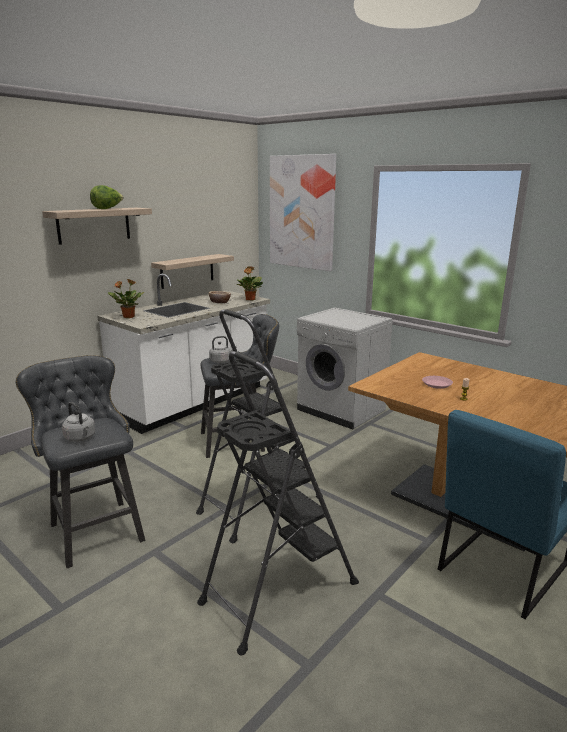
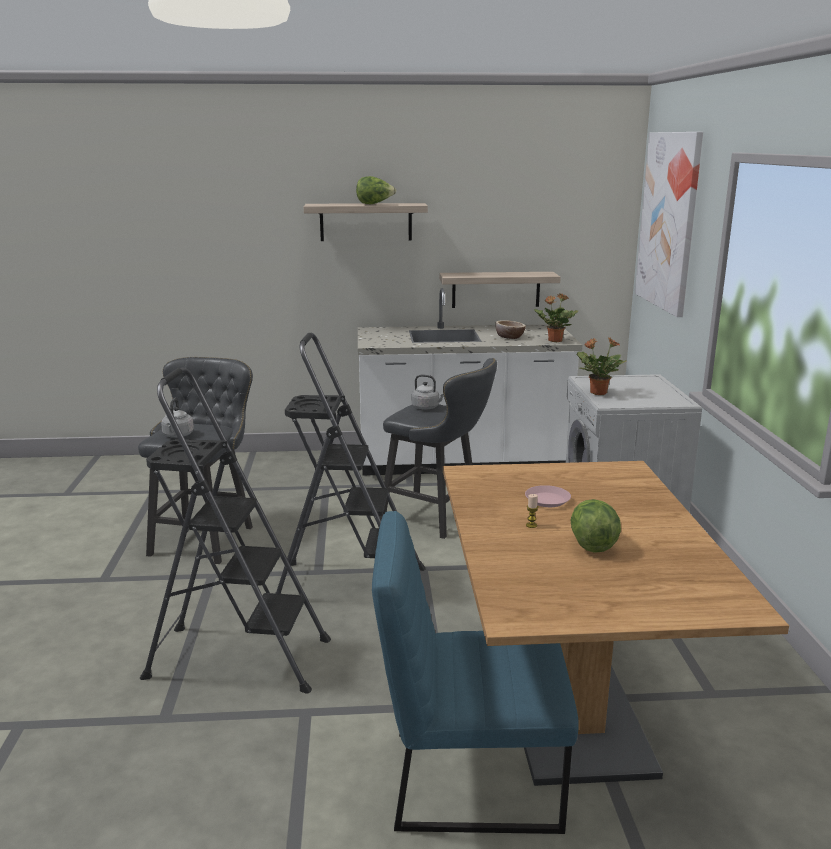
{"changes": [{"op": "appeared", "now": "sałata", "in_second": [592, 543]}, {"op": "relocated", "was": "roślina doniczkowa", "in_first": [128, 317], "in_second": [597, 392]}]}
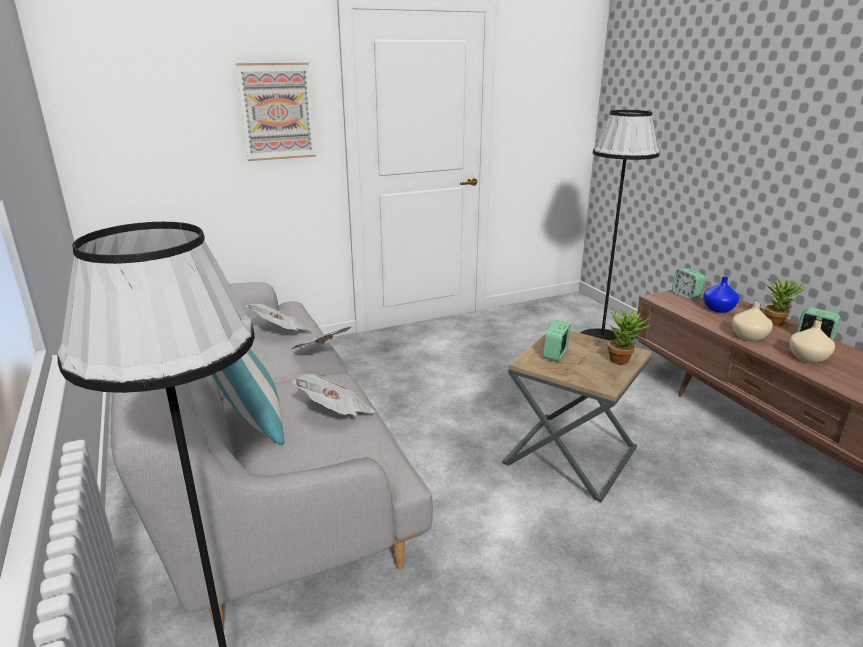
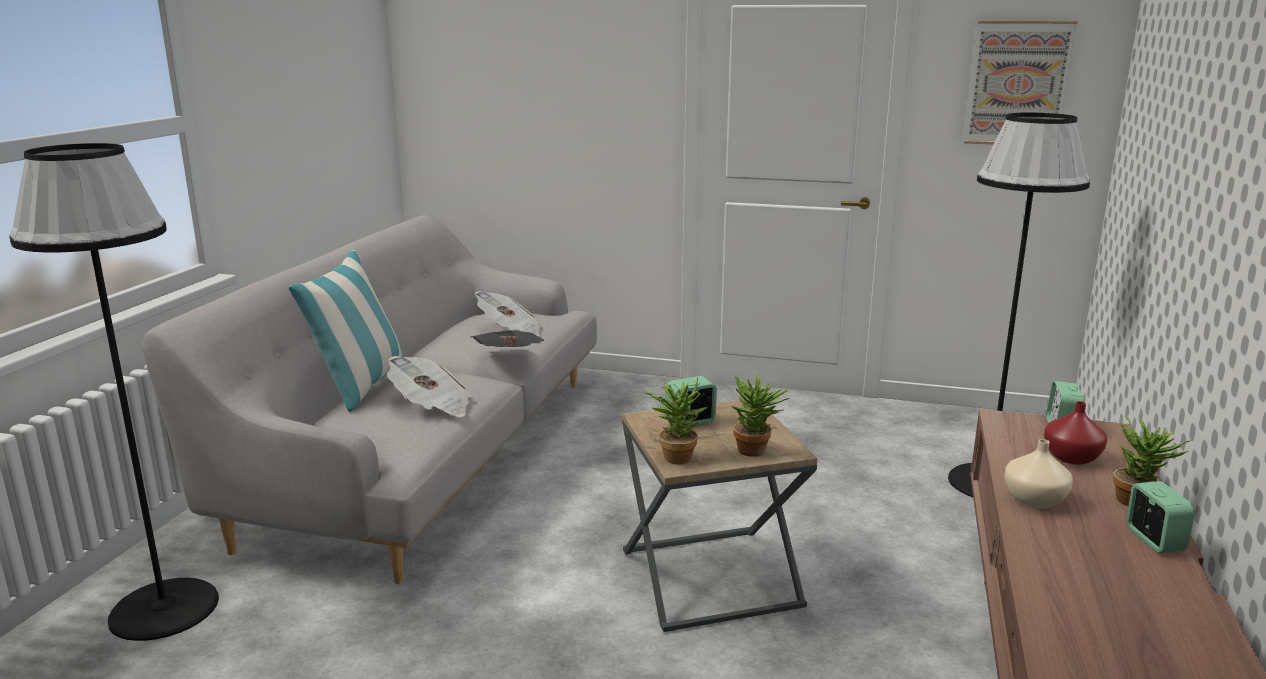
{"changes": [{"op": "missing", "was": "wazon/beżowy", "in_first": [808, 358]}, {"op": "appeared", "now": "roślina doniczkowa", "in_second": [675, 455]}, {"op": "relocated", "was": "obraz", "in_first": [277, 111], "in_second": [1018, 83]}, {"op": "colour", "was": "wazon/niebieski", "now": "wazon/czerwony", "in_first": [719, 309], "in_second": [1072, 458]}]}
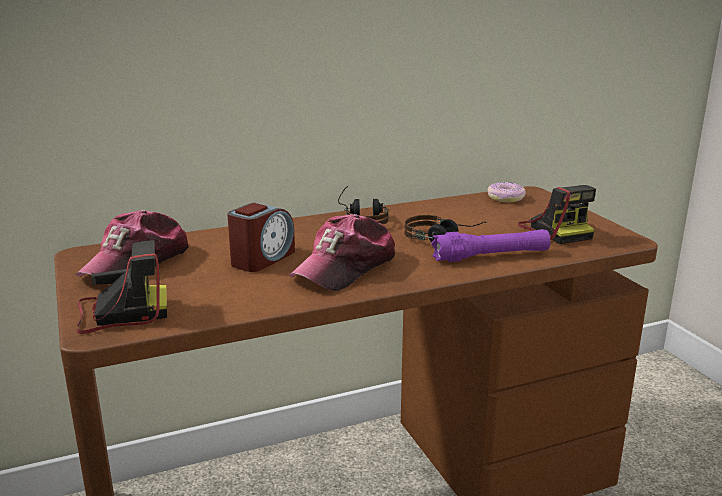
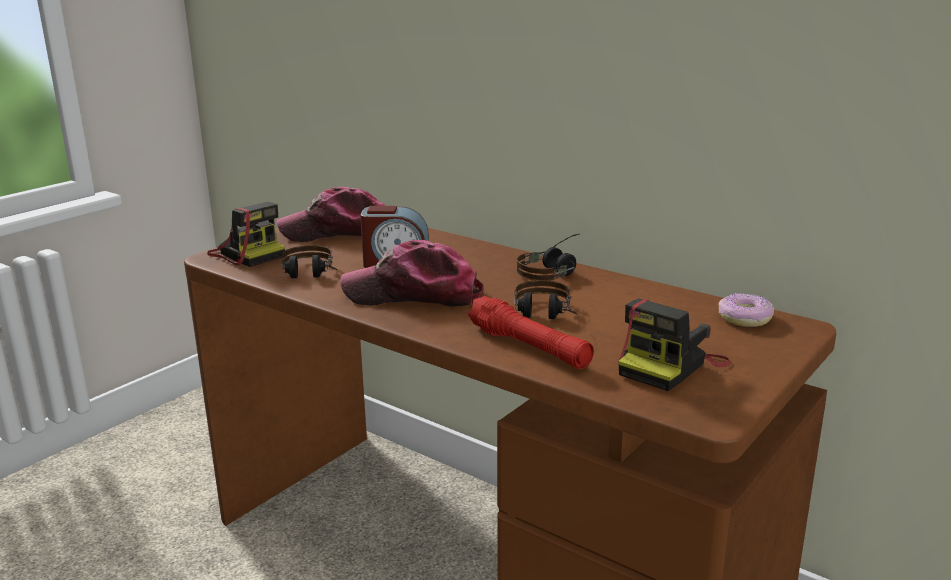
{"changes": [{"op": "appeared", "now": "słuchawki", "in_second": [310, 276]}, {"op": "colour", "was": "latarka/fioletowy", "now": "latarka/czerwony", "in_first": [491, 256], "in_second": [529, 347]}]}
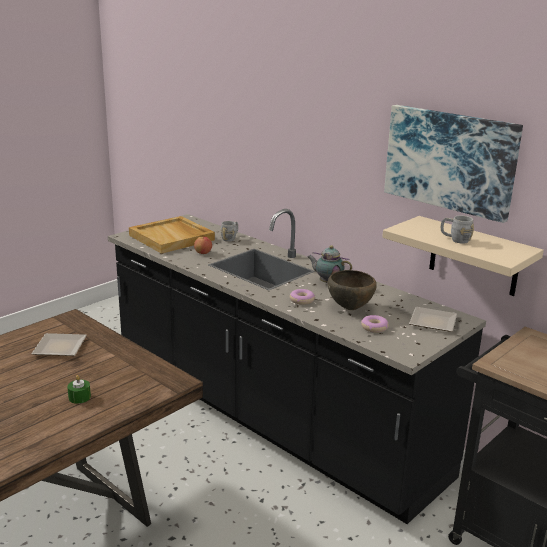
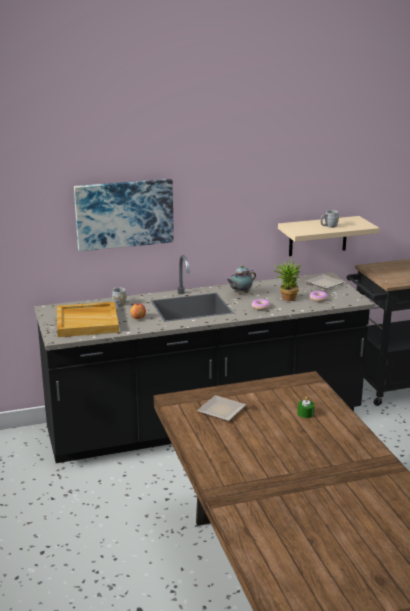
{"changes": [{"op": "relocated", "was": "obraz", "in_first": [450, 160], "in_second": [124, 213]}, {"op": "exchanged", "was": "miska/brązowy", "now": "roślina doniczkowa", "in_first": [350, 308], "in_second": [286, 298]}]}
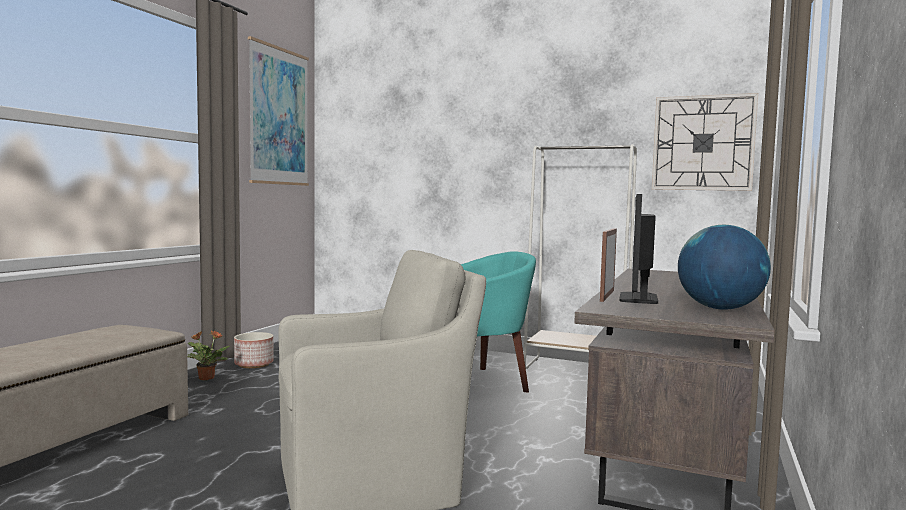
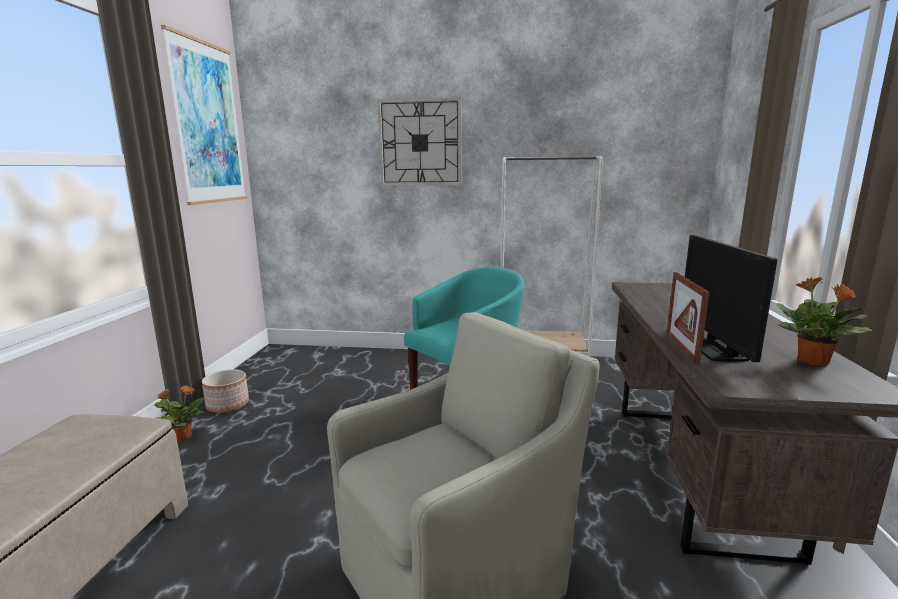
{"changes": [{"op": "relocated", "was": "zegar ścienny", "in_first": [703, 143], "in_second": [420, 143]}, {"op": "exchanged", "was": "globus", "now": "roślina doniczkowa", "in_first": [719, 308], "in_second": [813, 362]}]}
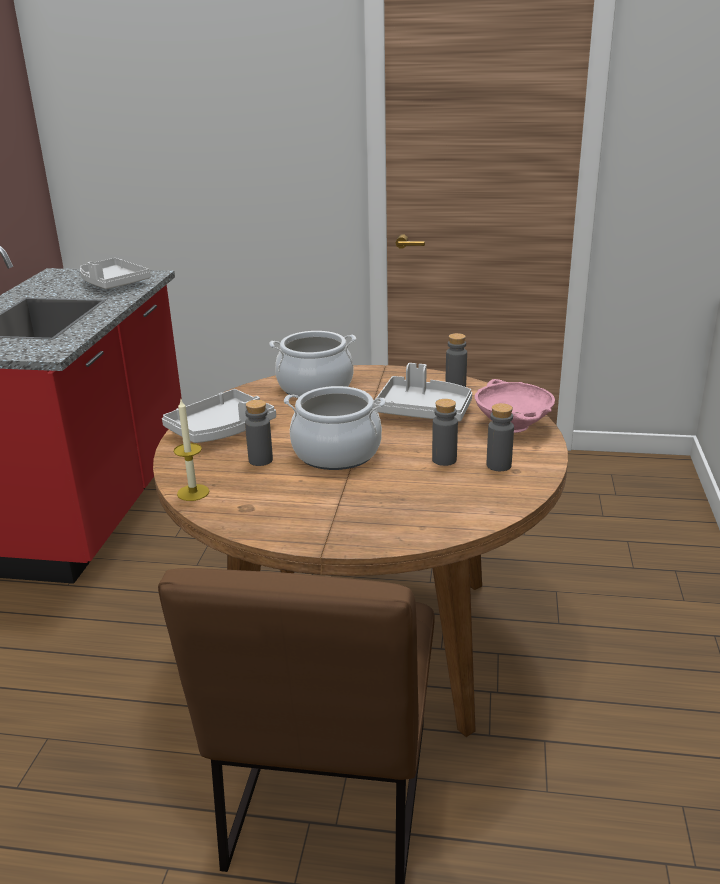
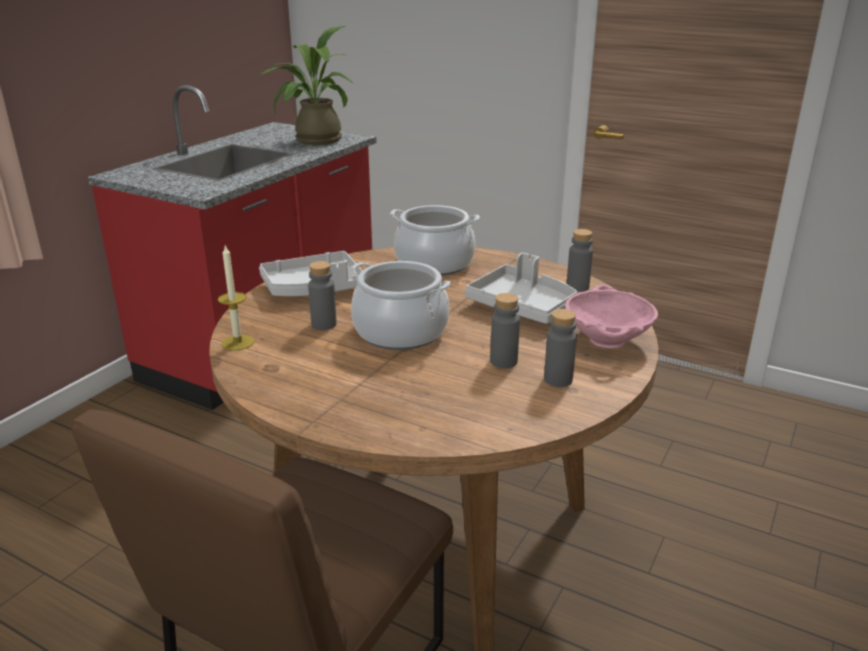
{"changes": [{"op": "exchanged", "was": "taca/szary", "now": "roślina doniczkowa", "in_first": [112, 283], "in_second": [313, 141]}]}
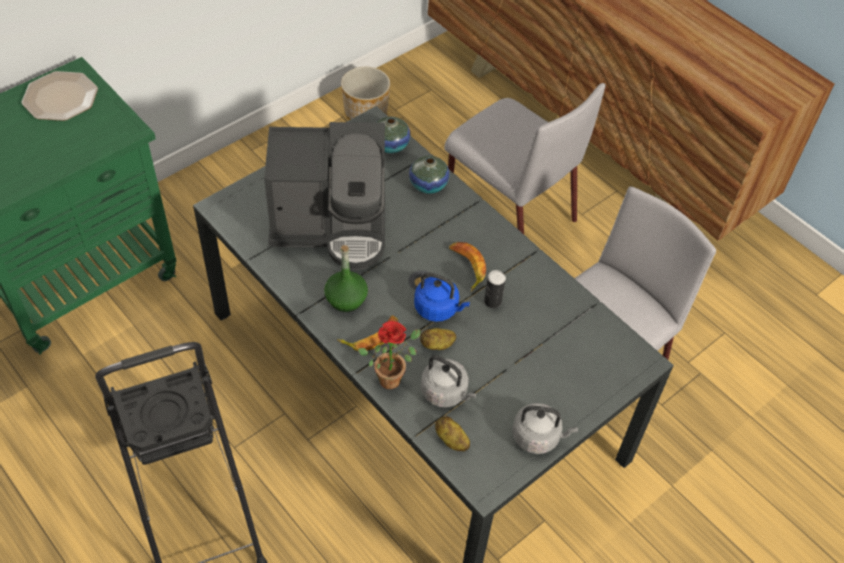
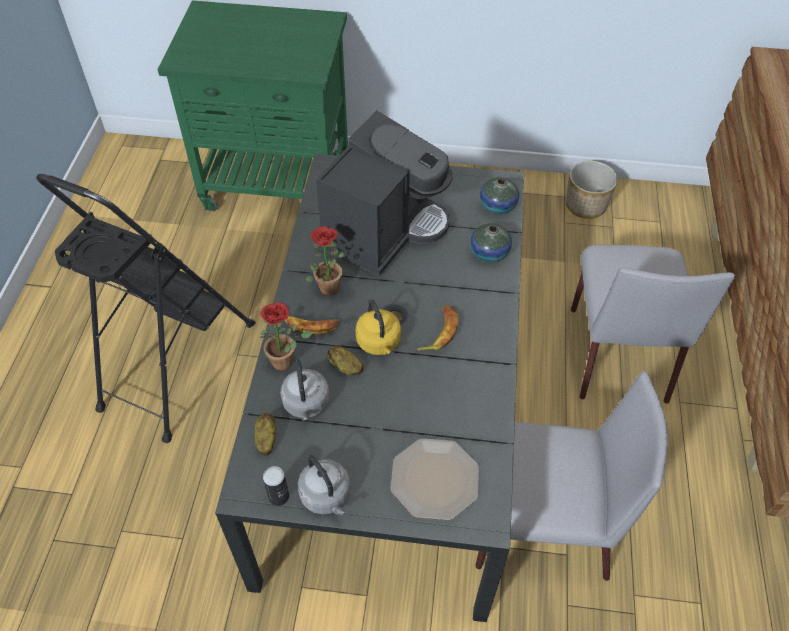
{"changes": [{"op": "relocated", "was": "talerz", "in_first": [61, 97], "in_second": [435, 480]}, {"op": "relocated", "was": "puszka", "in_first": [492, 301], "in_second": [278, 496]}, {"op": "exchanged", "was": "butelka/zielony", "now": "roślina doniczkowa", "in_first": [346, 299], "in_second": [327, 285]}, {"op": "colour", "was": "czajnik/niebieski", "now": "czajnik/żółty", "in_first": [438, 309], "in_second": [379, 343]}, {"op": "spun", "was": "ekspres do kawy", "in_first": [332, 225], "in_second": [383, 230], "clockwise": -105}]}
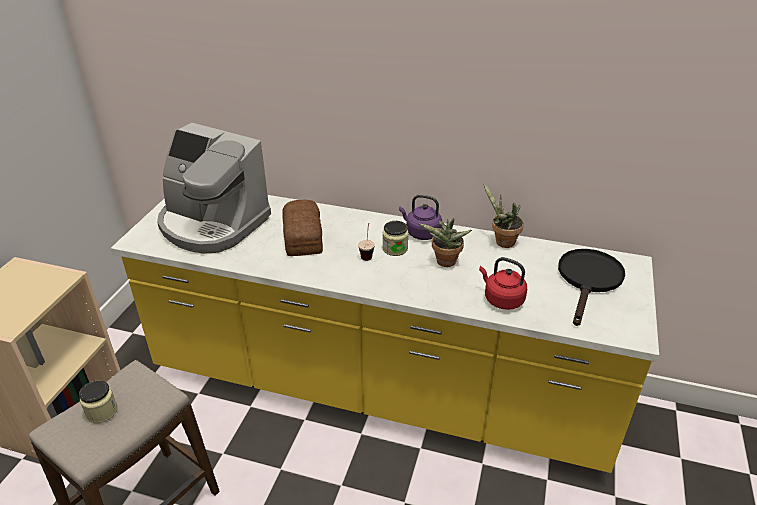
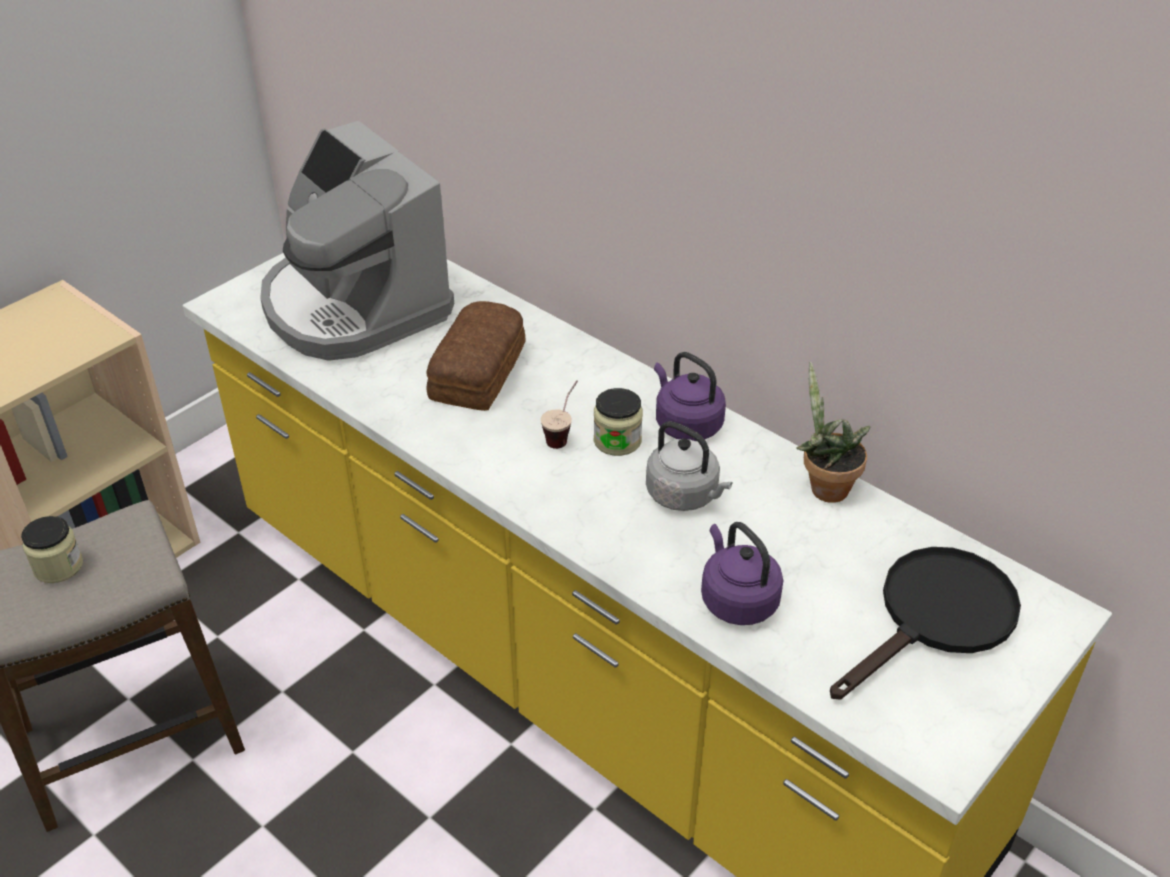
{"changes": [{"op": "exchanged", "was": "roślina doniczkowa", "now": "czajnik/szary", "in_first": [444, 263], "in_second": [685, 495]}, {"op": "colour", "was": "czajnik/czerwony", "now": "czajnik/fioletowy", "in_first": [501, 299], "in_second": [736, 599]}]}
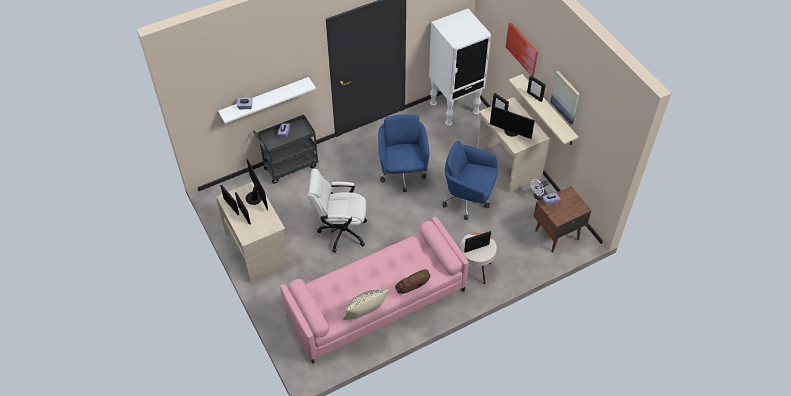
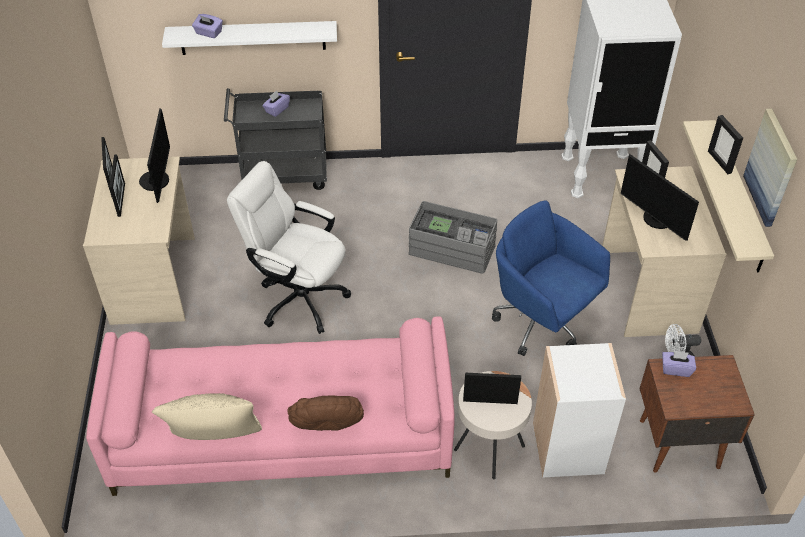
{"changes": [{"op": "missing", "was": "obraz", "in_first": [522, 48]}, {"op": "appeared", "now": "regał", "in_second": [567, 448]}, {"op": "exchanged", "was": "krzesło biurowe/niebieski", "now": "pojemnik do przechowywania/szary", "in_first": [402, 176], "in_second": [452, 248]}]}
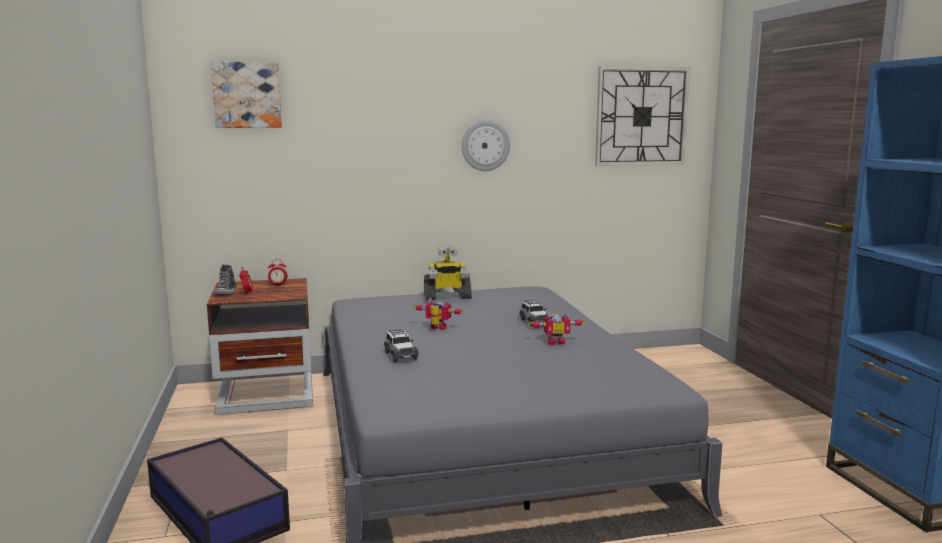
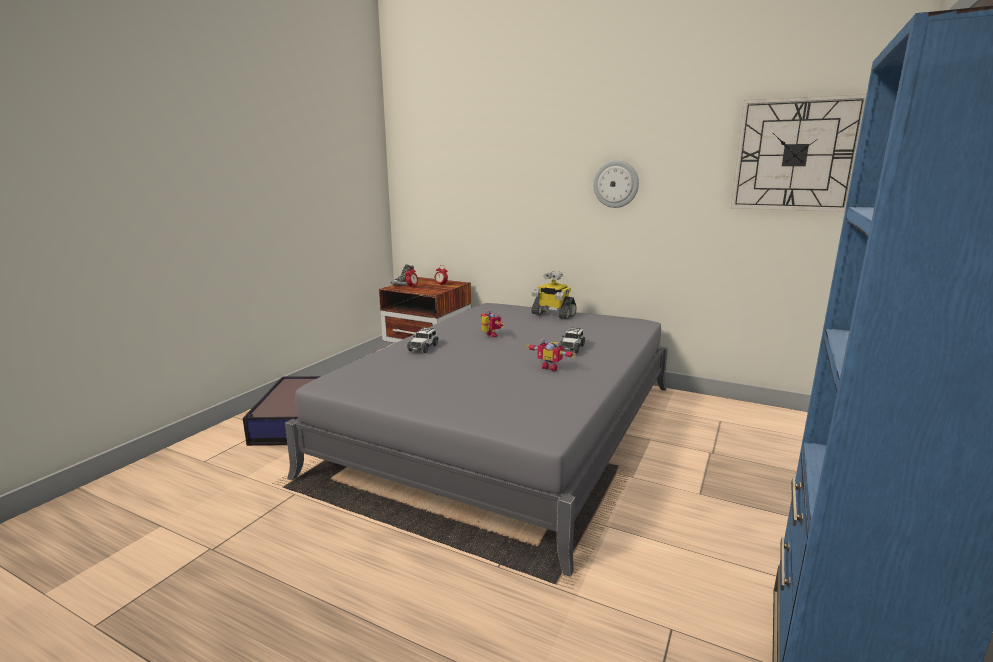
{"changes": [{"op": "missing", "was": "obraz", "in_first": [247, 95]}]}
